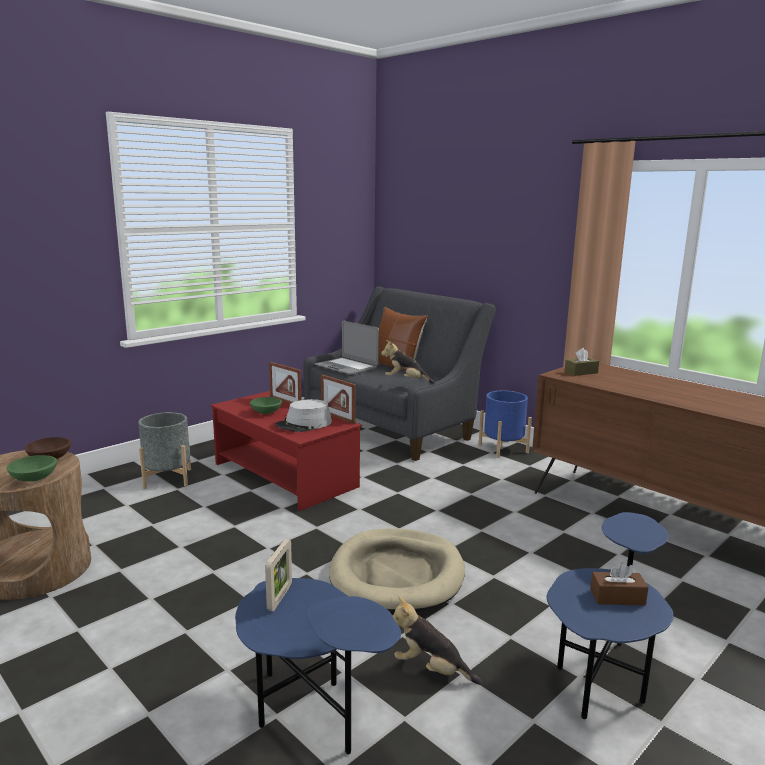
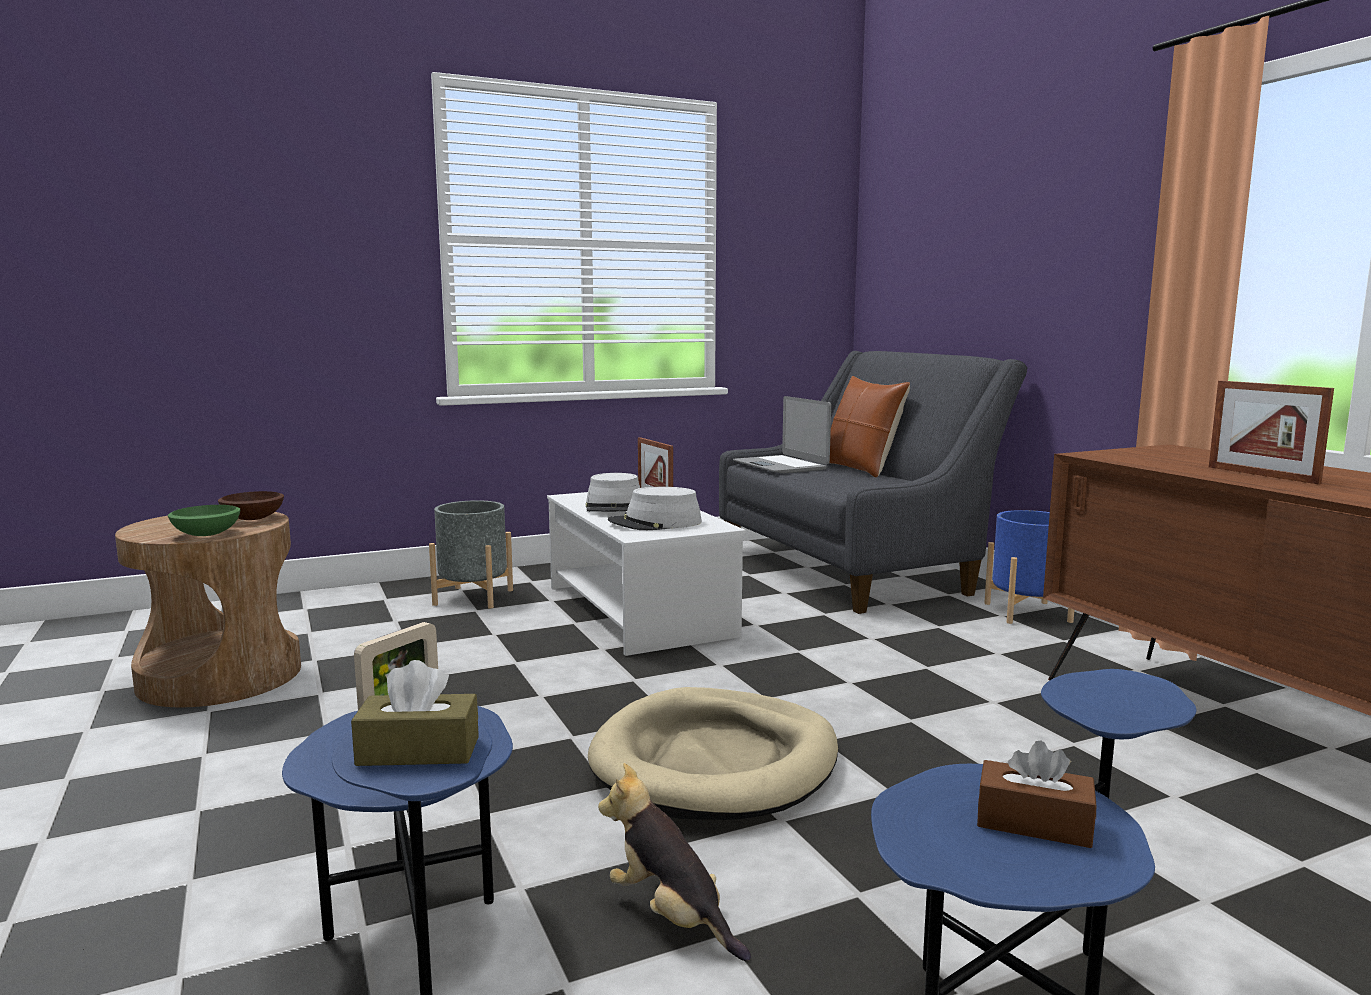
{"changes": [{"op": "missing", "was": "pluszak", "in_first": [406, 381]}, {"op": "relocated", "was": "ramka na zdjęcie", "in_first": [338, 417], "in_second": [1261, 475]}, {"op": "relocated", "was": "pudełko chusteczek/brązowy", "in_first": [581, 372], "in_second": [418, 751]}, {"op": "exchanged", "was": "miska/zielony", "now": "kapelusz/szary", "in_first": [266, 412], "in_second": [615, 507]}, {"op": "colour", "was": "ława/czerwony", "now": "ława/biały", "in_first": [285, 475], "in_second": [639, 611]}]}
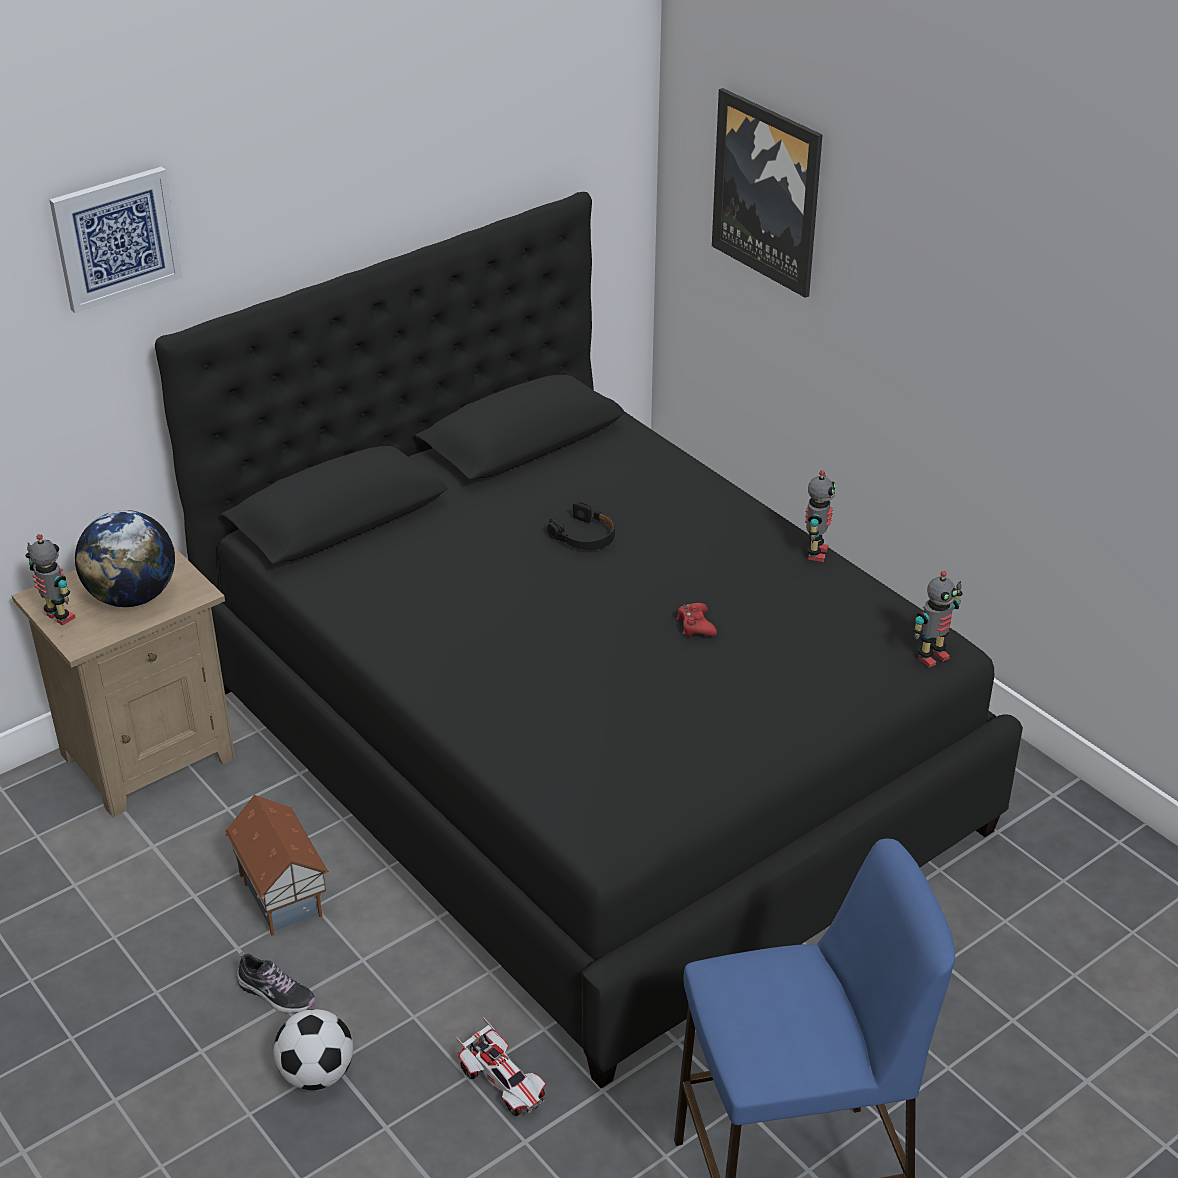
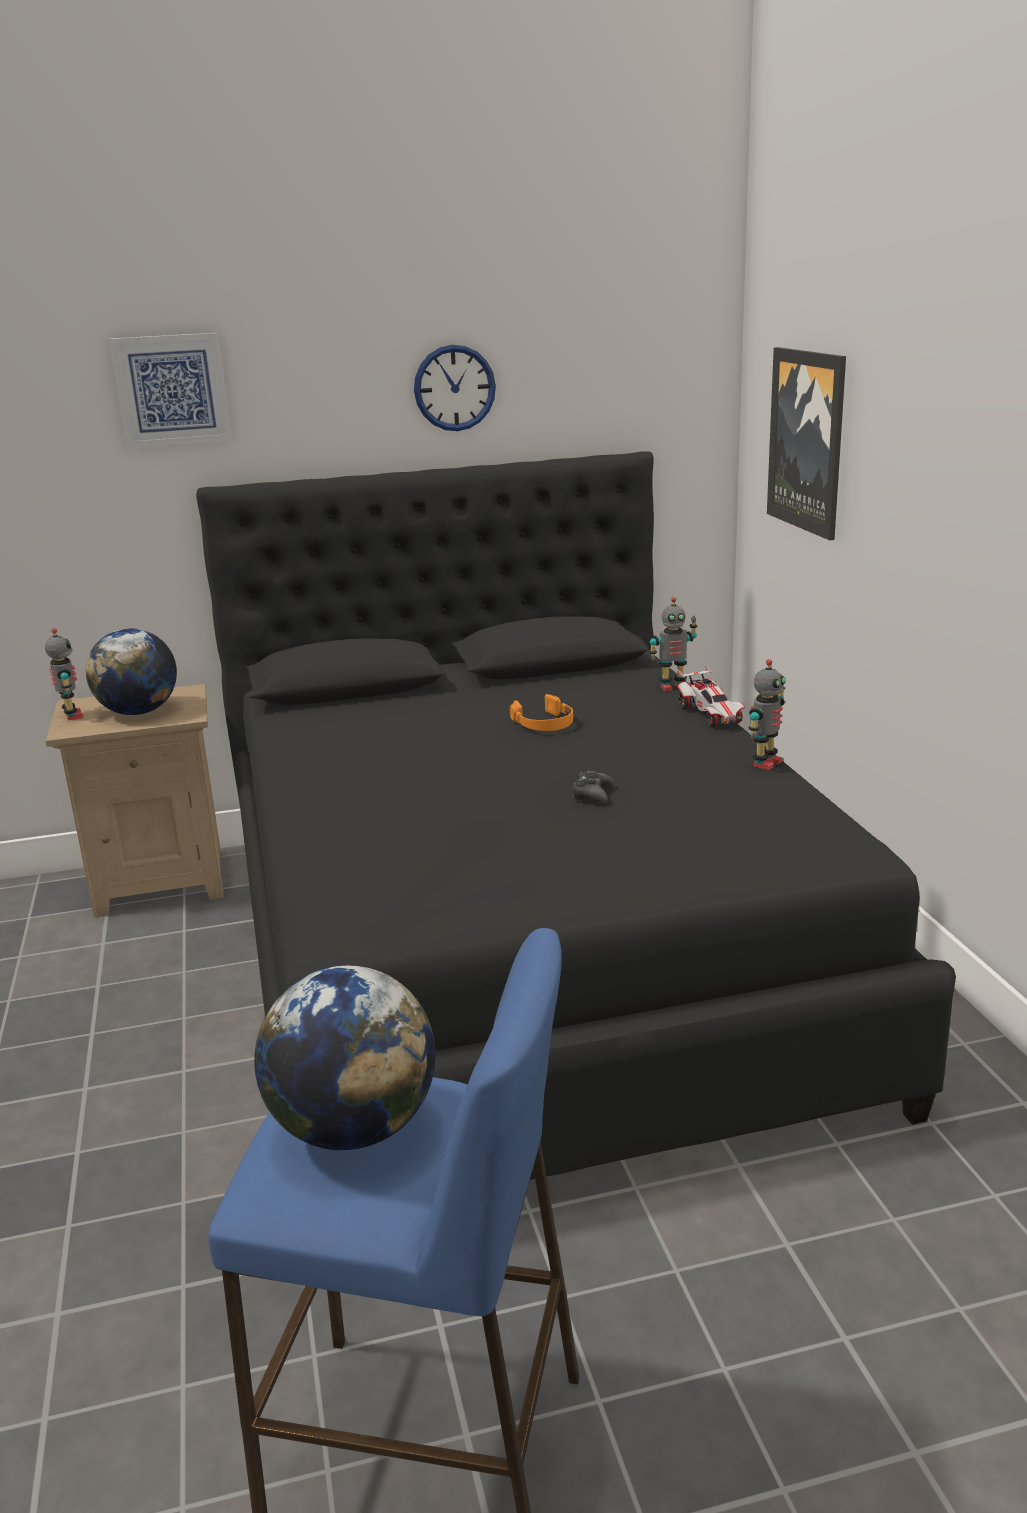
{"changes": [{"op": "missing", "was": "domek", "in_first": [284, 893]}, {"op": "missing", "was": "but", "in_first": [276, 993]}, {"op": "missing", "was": "piłka futbolowa", "in_first": [317, 1073]}, {"op": "appeared", "now": "globus", "in_second": [354, 1127]}, {"op": "appeared", "now": "zegar ścienny", "in_second": [454, 388]}, {"op": "relocated", "was": "samochodzik", "in_first": [503, 1083], "in_second": [710, 715]}, {"op": "relocated", "was": "robot zabawkowy", "in_first": [931, 657], "in_second": [672, 687]}, {"op": "colour", "was": "słuchawki/czarny", "now": "słuchawki/pomarańczowy", "in_first": [584, 536], "in_second": [544, 723]}, {"op": "colour", "was": "pad do gier/czerwony", "now": "pad do gier/czarny", "in_first": [695, 625], "in_second": [592, 794]}]}
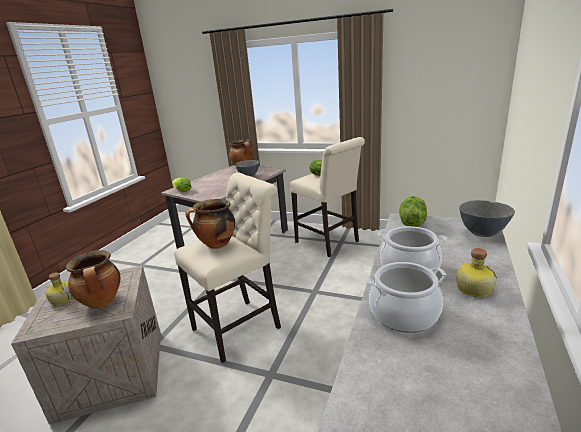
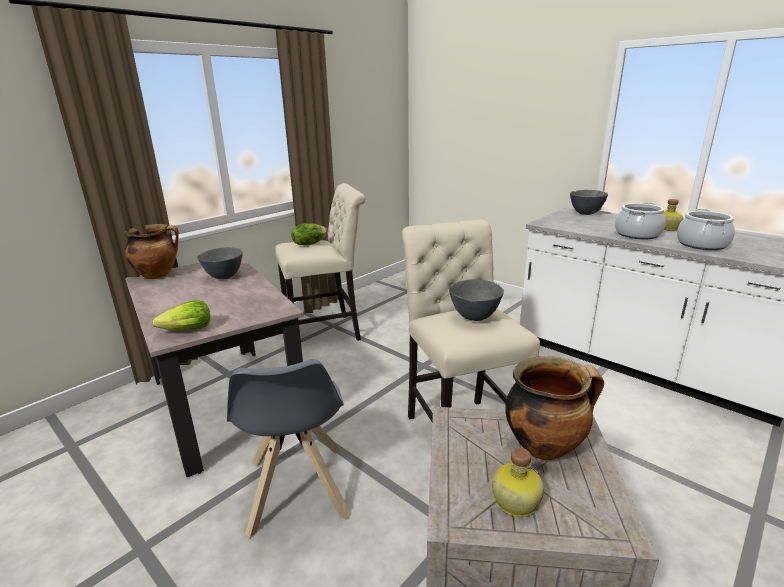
{"changes": [{"op": "missing", "was": "sałata", "in_first": [411, 223]}, {"op": "appeared", "now": "krzesło/szary", "in_second": [297, 491]}, {"op": "exchanged", "was": "garnek", "now": "miska/szary", "in_first": [216, 245], "in_second": [475, 317]}]}
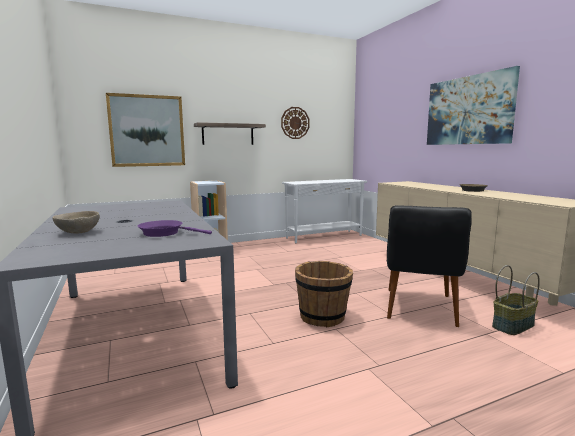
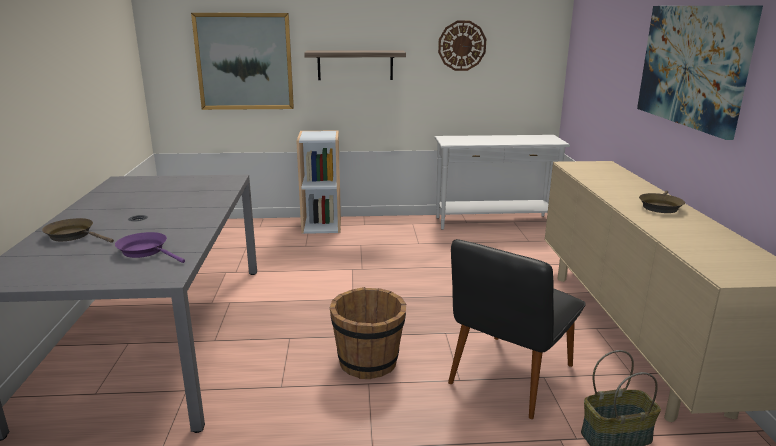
{"changes": [{"op": "exchanged", "was": "miska/beżowy", "now": "patelnia/brązowy", "in_first": [78, 232], "in_second": [73, 235]}]}
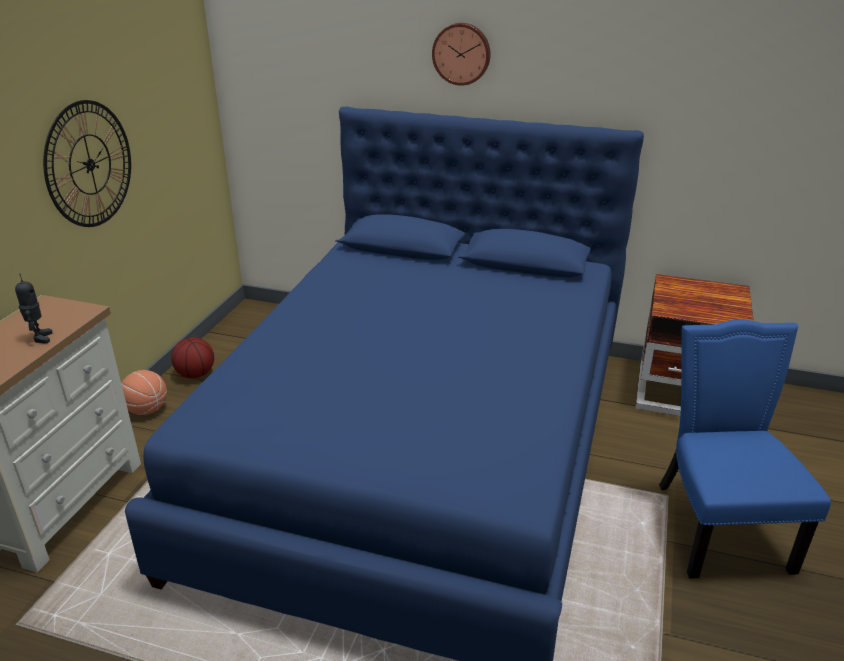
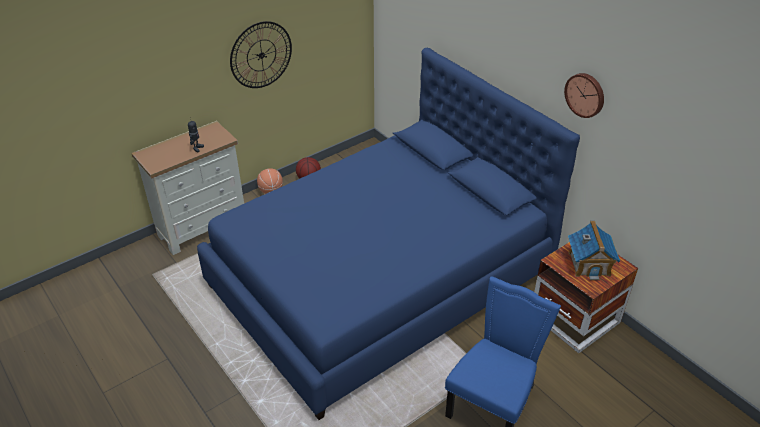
{"changes": [{"op": "appeared", "now": "domek", "in_second": [589, 264]}, {"op": "relocated", "was": "zegar ścienny", "in_first": [462, 53], "in_second": [585, 94]}]}
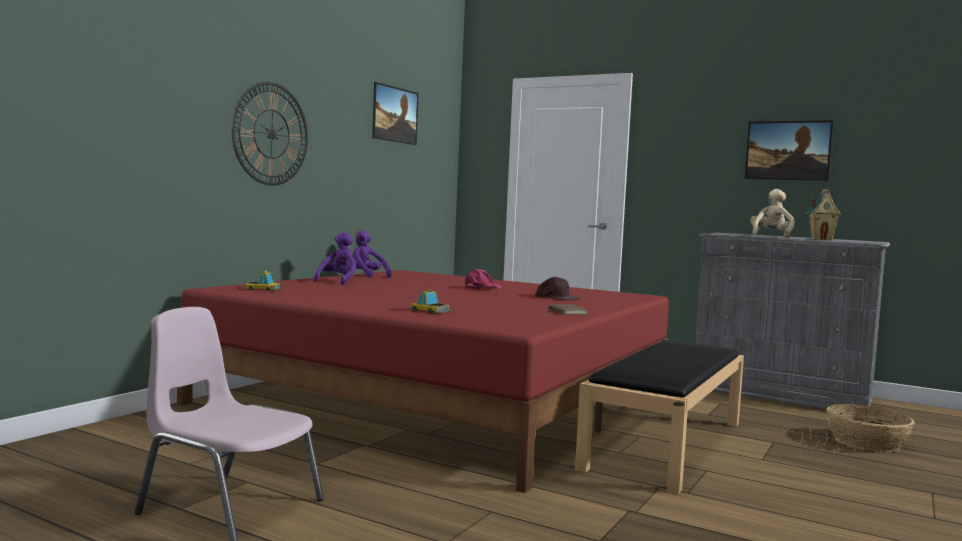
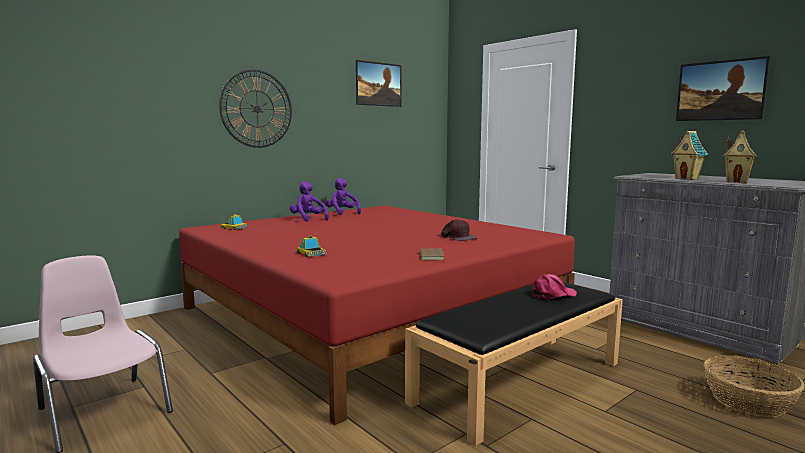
{"changes": [{"op": "relocated", "was": "czapka z daszkiem/różowy", "in_first": [482, 288], "in_second": [552, 295]}, {"op": "exchanged", "was": "pluszak/beżowy", "now": "domek", "in_first": [771, 236], "in_second": [687, 178]}, {"op": "spun", "was": "pluszak/fioletowy", "in_first": [338, 282], "in_second": [308, 219], "clockwise": -75}]}
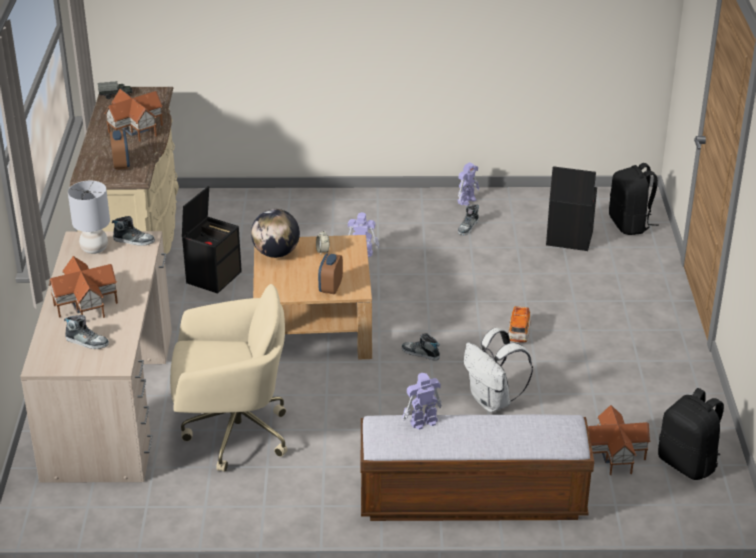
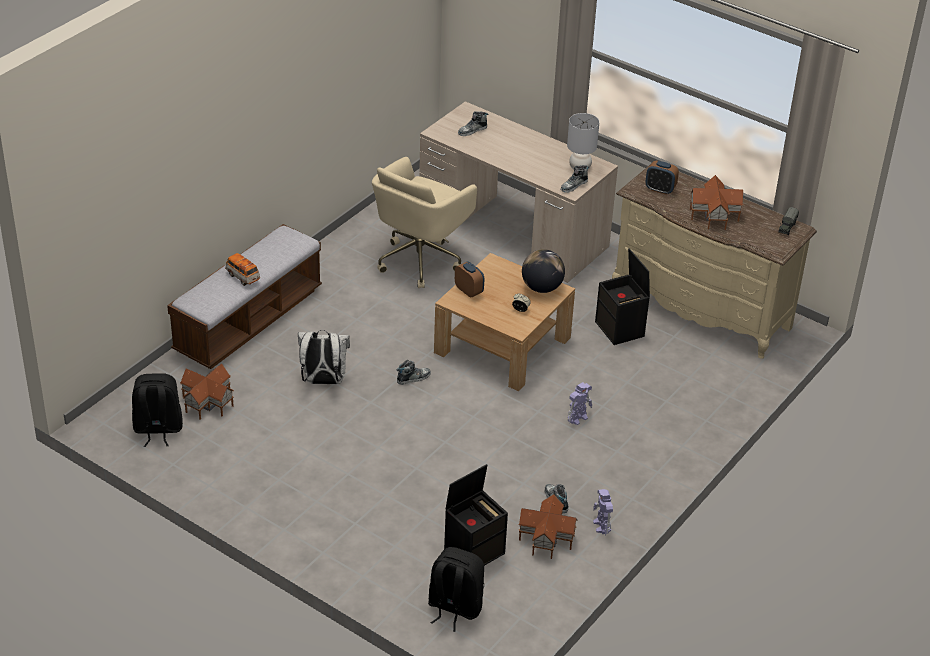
{"changes": [{"op": "missing", "was": "robot zabawkowy", "in_first": [422, 422]}, {"op": "relocated", "was": "domek", "in_first": [84, 304], "in_second": [547, 537]}, {"op": "relocated", "was": "samochodzik", "in_first": [519, 333], "in_second": [242, 277]}]}
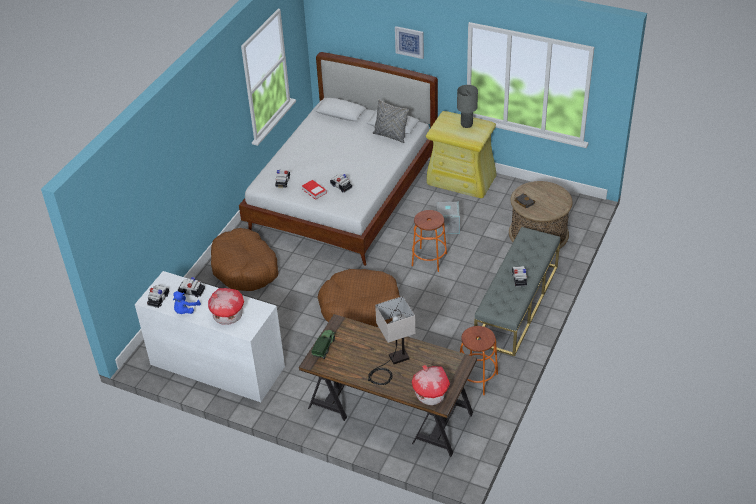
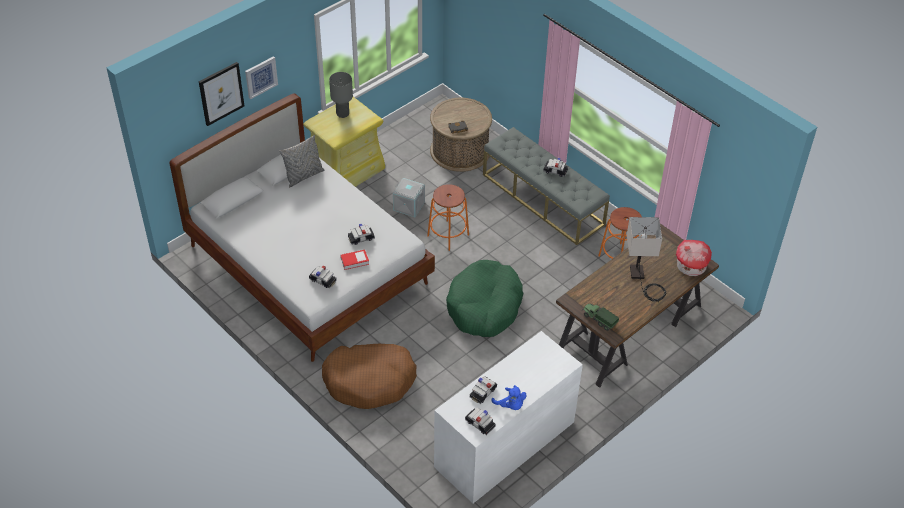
{"changes": [{"op": "missing", "was": "domek", "in_first": [227, 316]}, {"op": "appeared", "now": "obraz", "in_second": [221, 93]}, {"op": "colour", "was": "legowisko/brązowy", "now": "legowisko/zielony", "in_first": [360, 307], "in_second": [484, 306]}]}
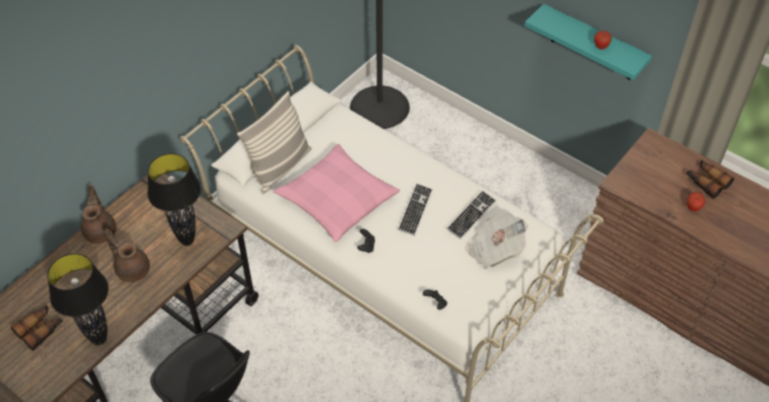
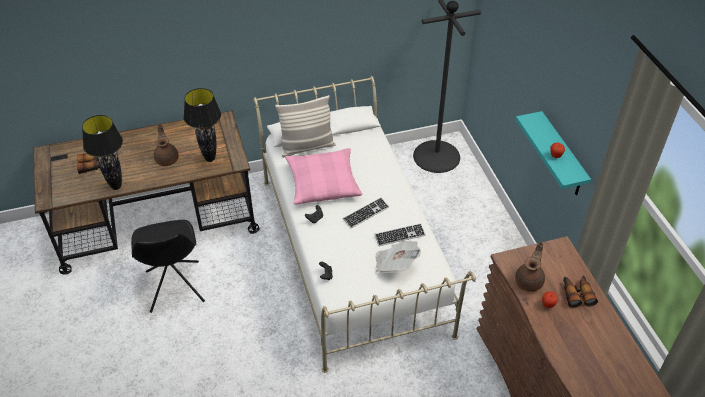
{"changes": [{"op": "relocated", "was": "imbryk/brązowy", "in_first": [101, 231], "in_second": [529, 281]}]}
